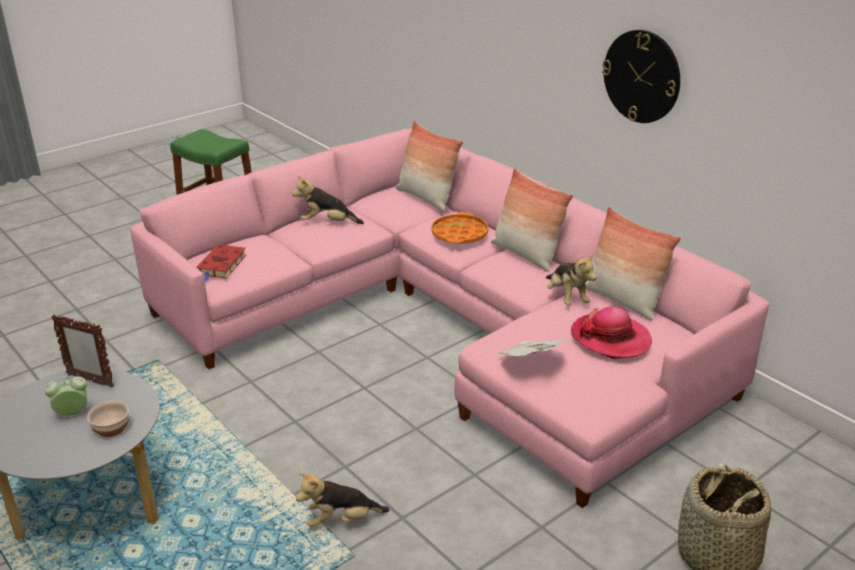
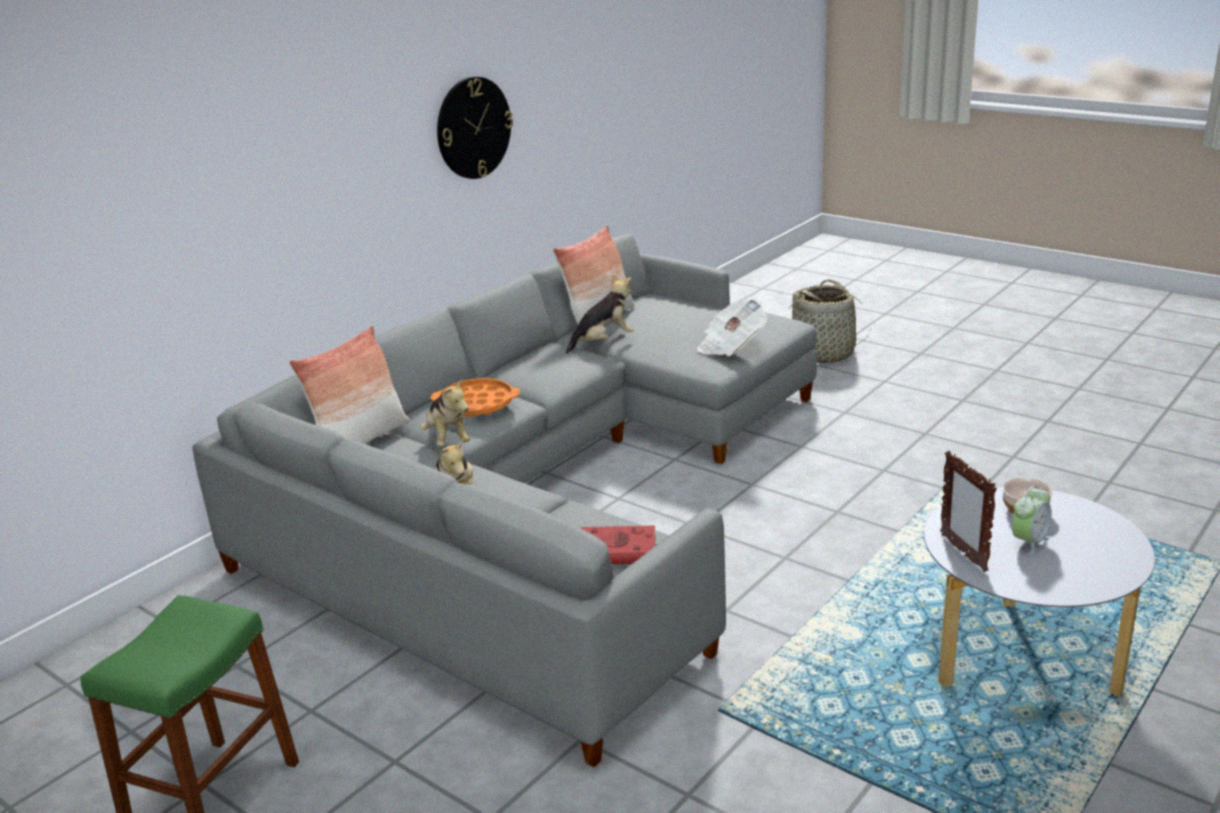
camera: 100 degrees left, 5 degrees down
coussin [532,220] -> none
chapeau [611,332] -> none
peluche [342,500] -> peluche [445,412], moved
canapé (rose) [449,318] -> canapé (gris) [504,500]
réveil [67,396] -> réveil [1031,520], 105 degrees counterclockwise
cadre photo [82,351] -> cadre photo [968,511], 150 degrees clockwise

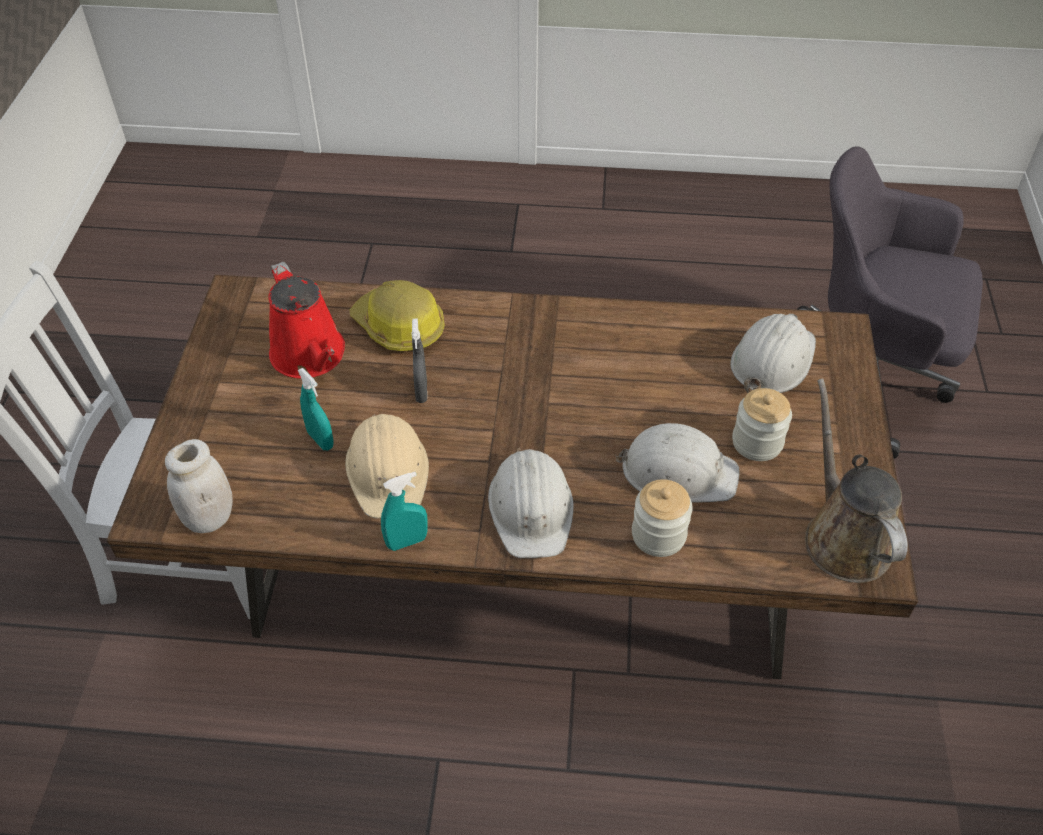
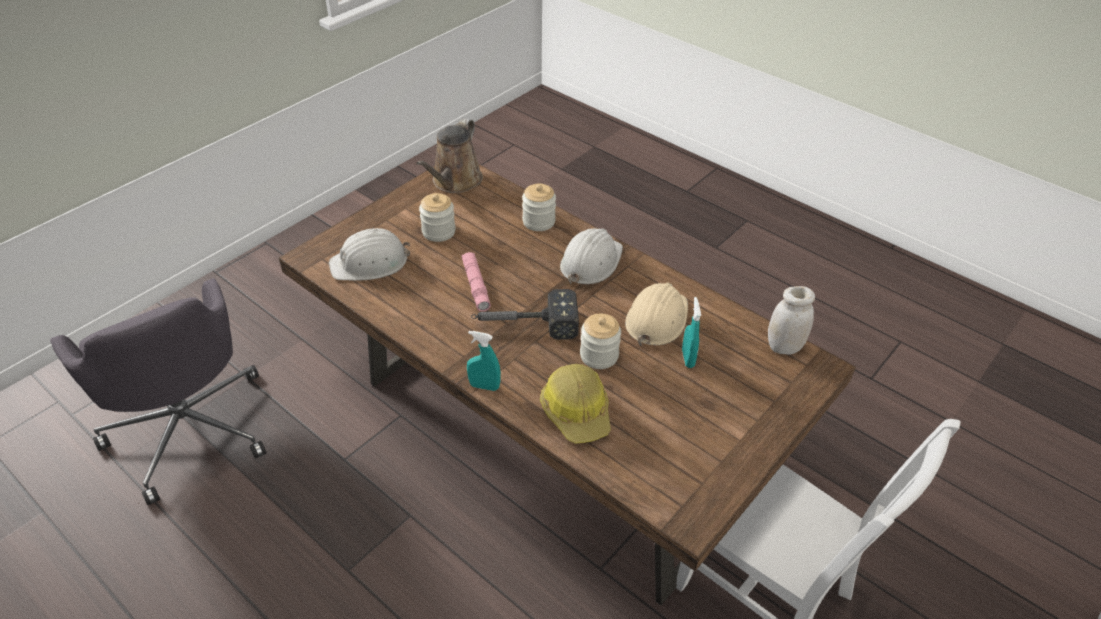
camera: 145 degrees left, 5 degrees down
arrosoir (rouge) [307,320] -> none
casque de chantier (blanc) [677,463] -> none
none -> lampe de poche (rose) [476,282]
none -> marteau [525,314]
vaporisateur (turquoise) [404,511] -> vaporisateur (turquoise) [484,361], moved
vaporisateur (gris) [419,360] -> bocal [600,341]

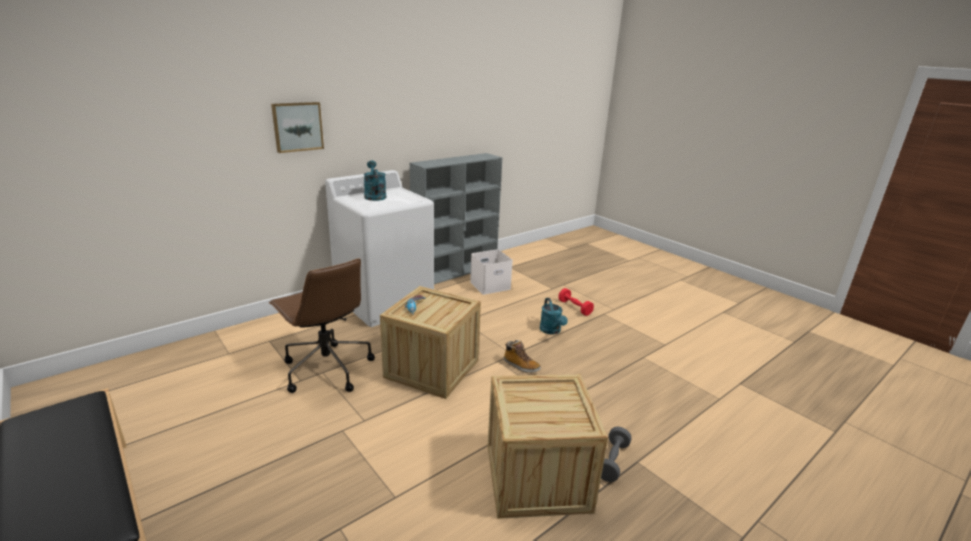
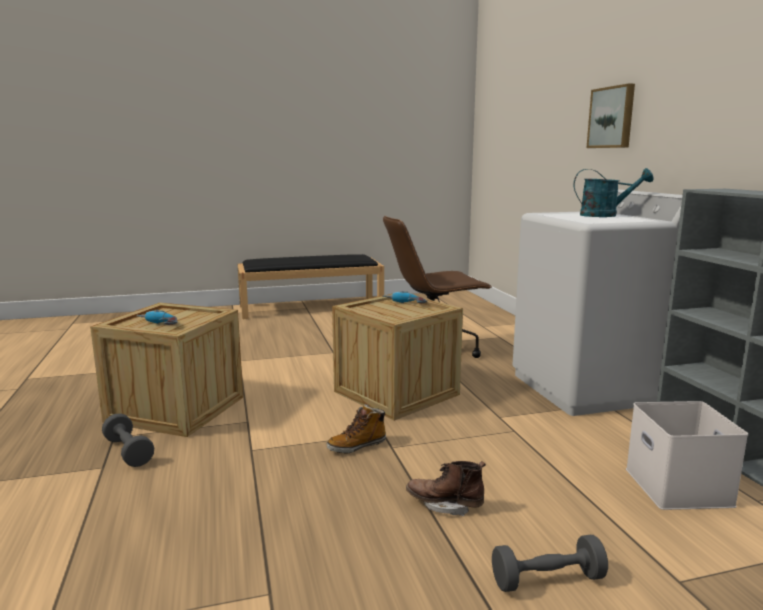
camera: 115 degrees right, 10 degrees down
none -> perceuse [156,317]
arrosoir (turquoise) [554,316] -> botte (marron) [446,488]
haltère (rouge) [576,302] -> haltère (gris) [550,563]

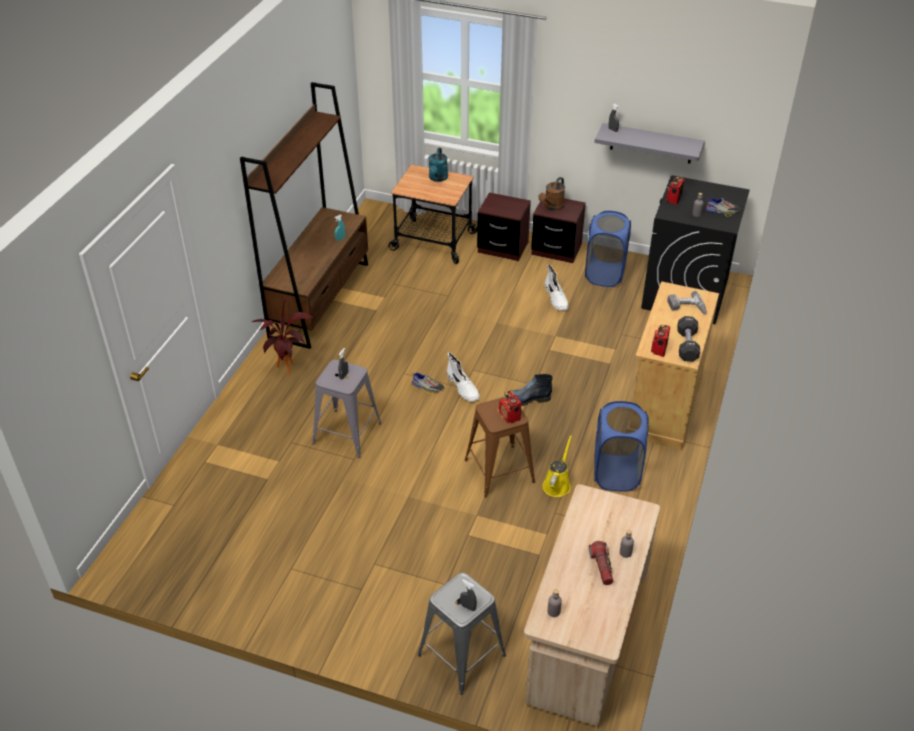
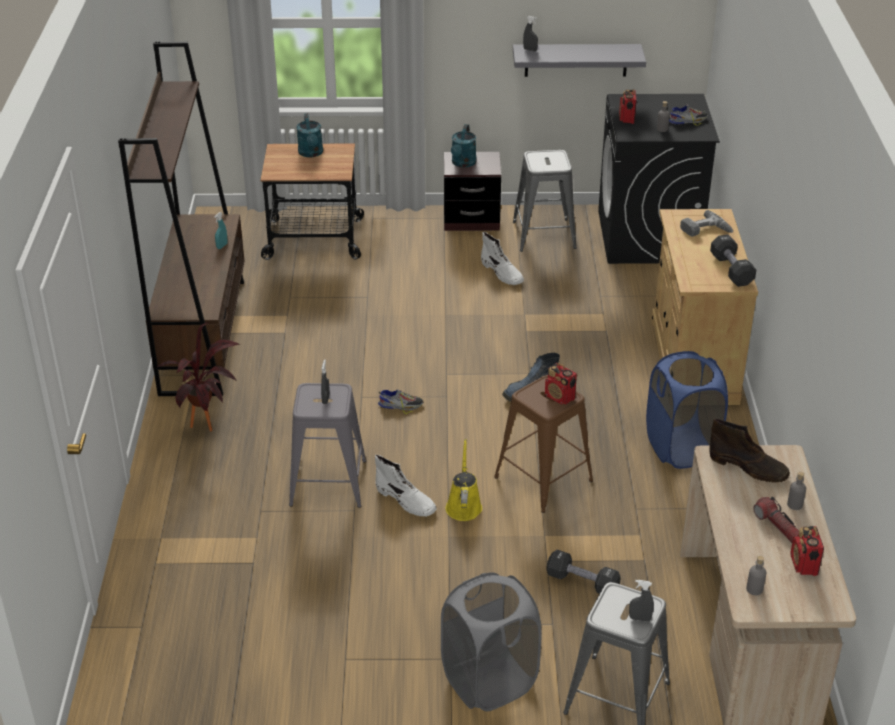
camera: 20 degrees left, 5 degrees down
table de chevet (marron) [504,226] -> none
none -> panier à linge (gris) [491,641]
none -> haltère (noir) [583,572]
none -> botte (marron) [749,450]
botte (blanc) [463,377] -> botte (blanc) [406,486], moved
arrosoir (jaune) [557,466] -> arrosoir (jaune) [464,480], moved
radio [660,341] -> radio [807,551], moved
panier à linge (bleu) [608,249] -> tabouret (gris) [545,201]
arrosoir (marron) [551,194] -> arrosoir (turquoise) [464,145]

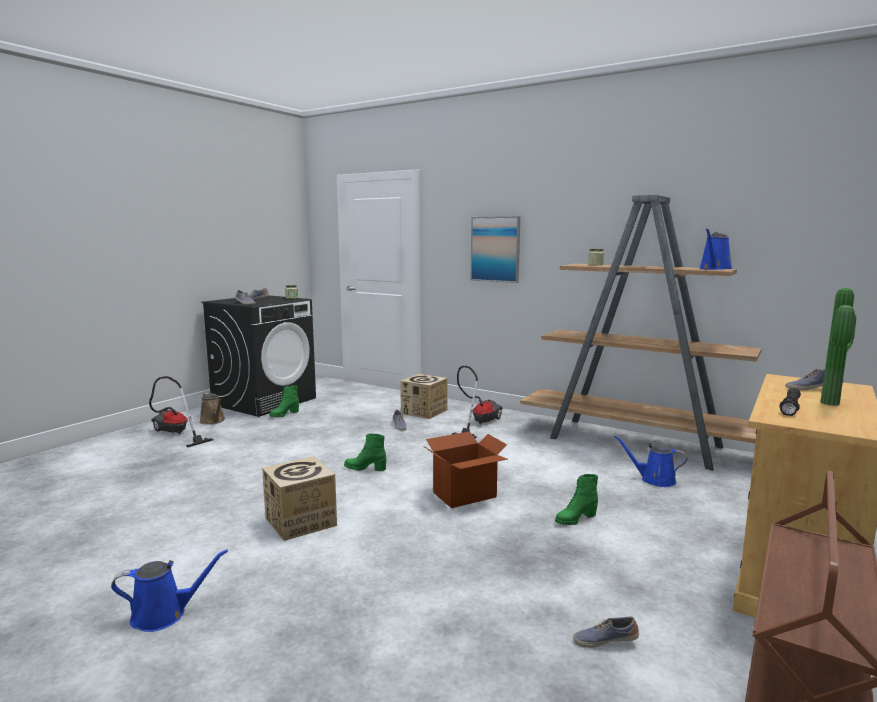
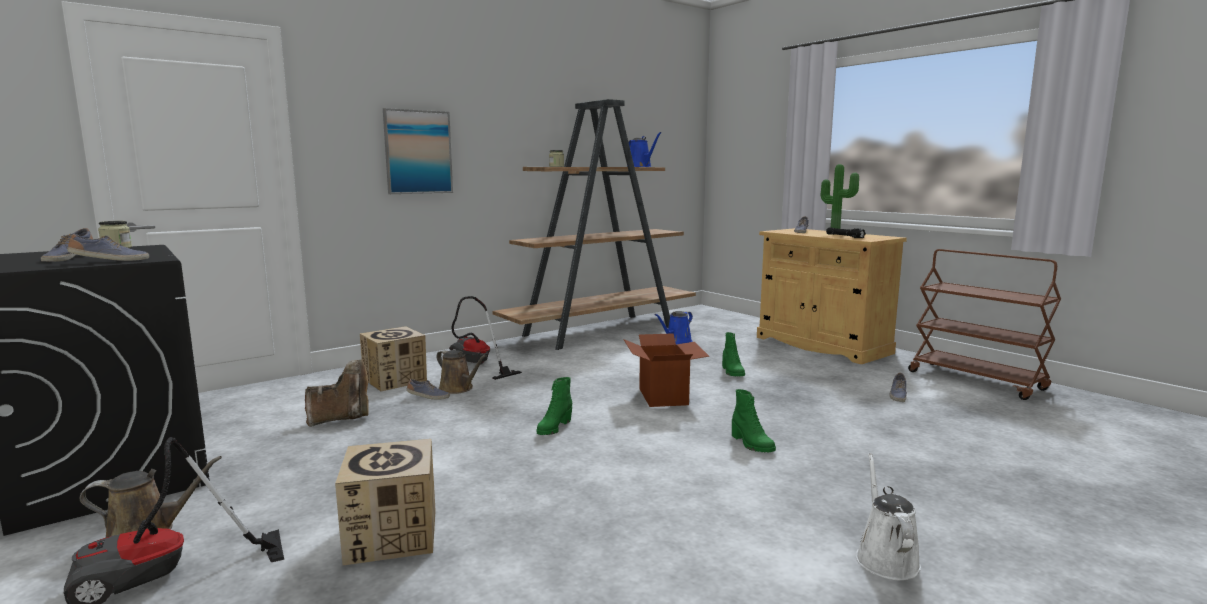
camera: 70 degrees left, 0 degrees up
none -> botte (marron) [336,393]
none -> arrosoir (marron) [462,372]
carton [299,499] -> carton [385,502], moved
botte (vert) [284,401] -> botte (vert) [754,421], moved
arrosoir (bleu) [169,590] -> arrosoir (blanc) [888,516]

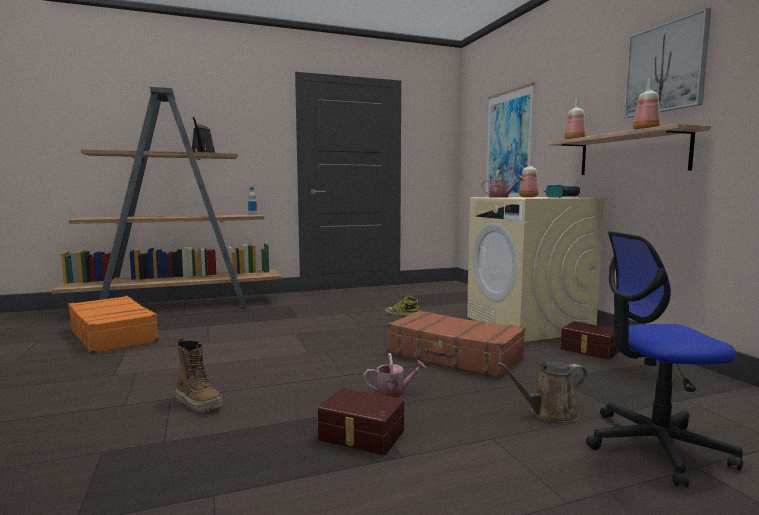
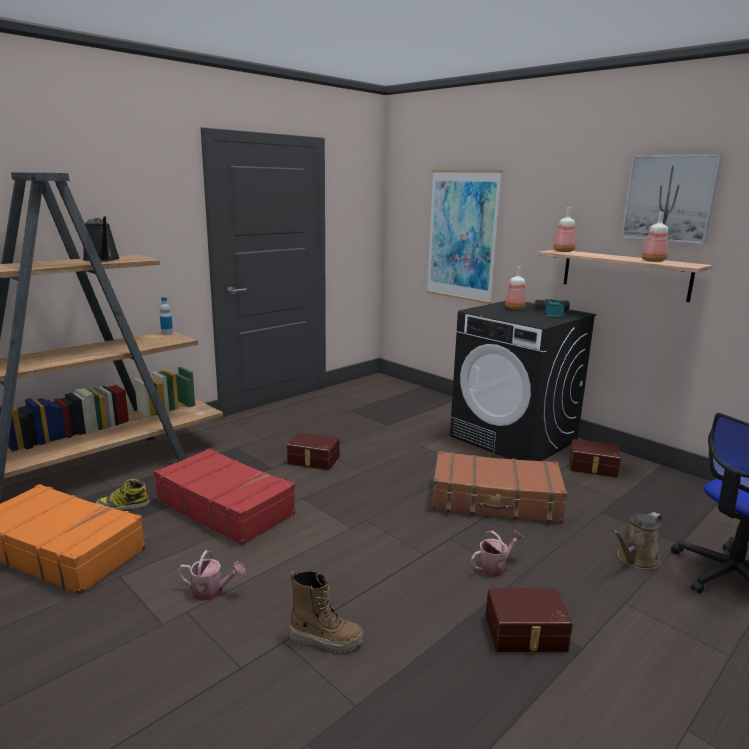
camera: 25 degrees left, 10 degrees up
none -> valise (rouge) [224,496]
none -> boîte de rangement (marron) [313,451]
botte [402,306] -> botte [123,494], moved
arrosoir [503,184] -> arrosoir [211,575], moved
lave-linge (beige) [537,269] -> lave-linge (noir) [523,381]

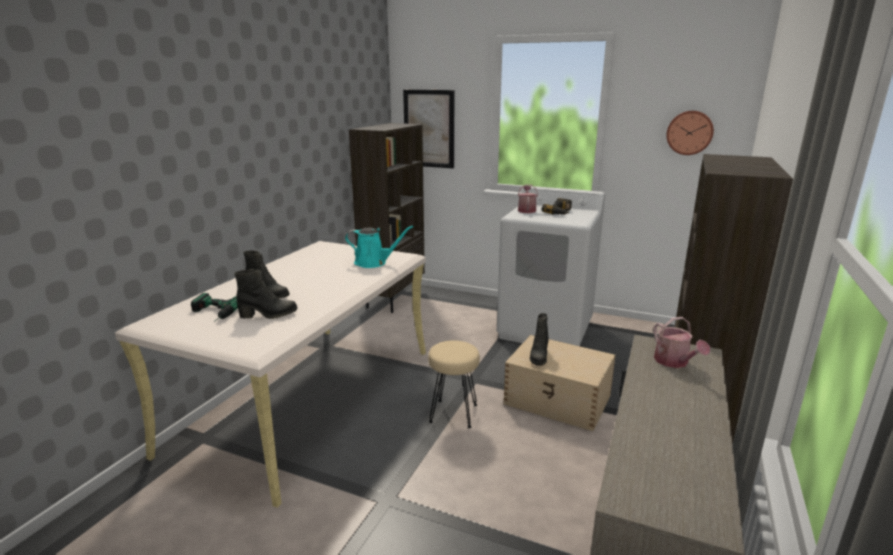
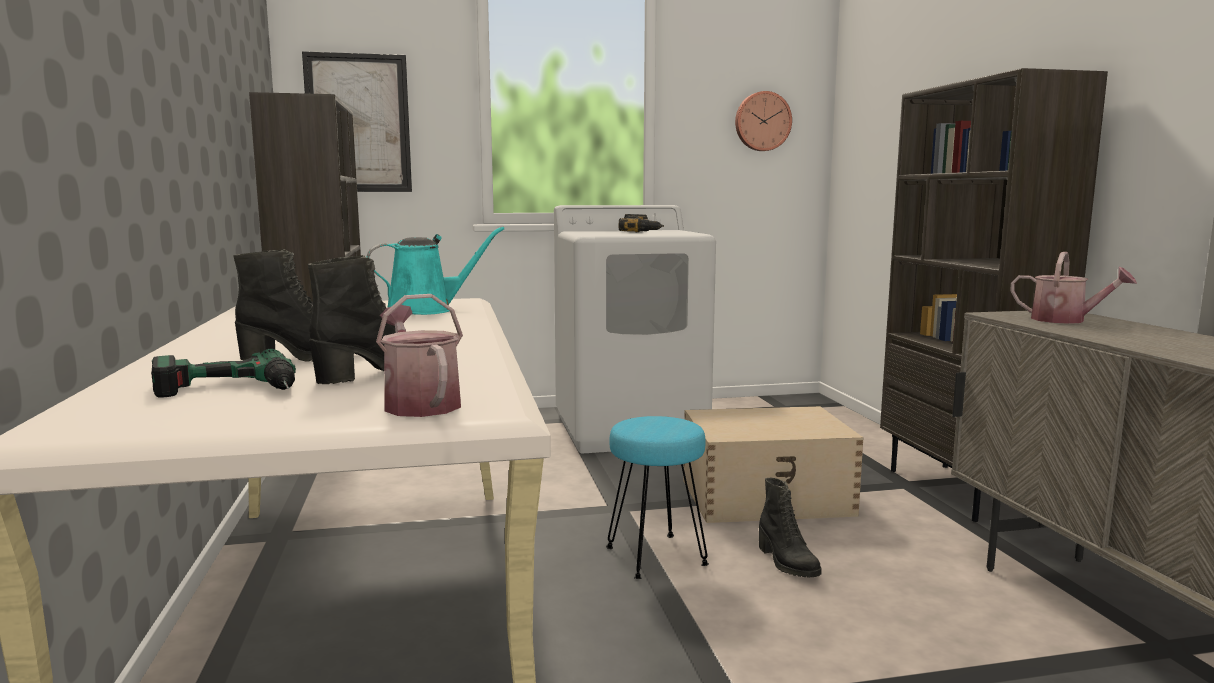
camera: 35 degrees left, 10 degrees down
arrosoir [528,198] -> arrosoir [419,355], moved
botte (noir) [539,339] -> botte (noir) [790,528], moved
tabouret (beige) [454,384] -> tabouret (turquoise) [657,497]

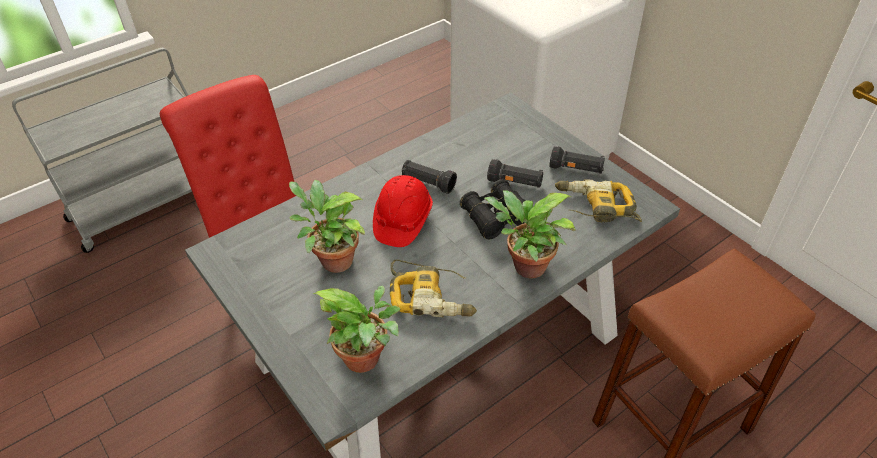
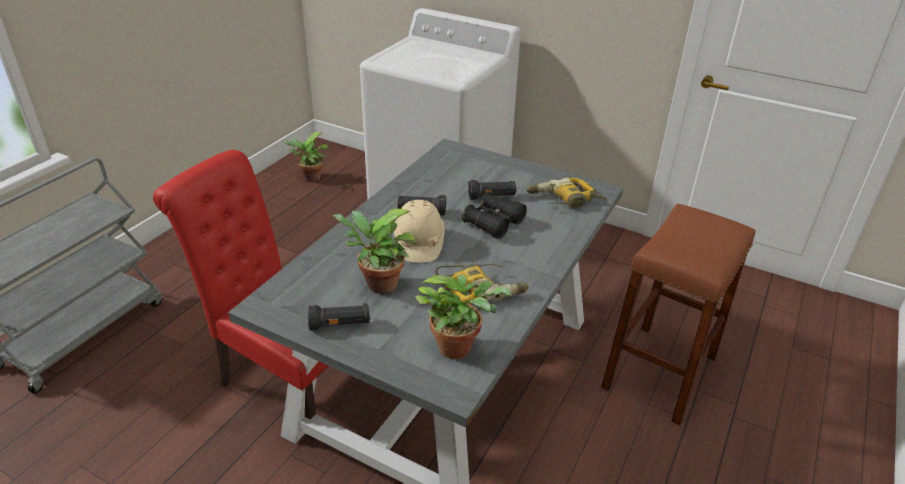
camera: 25 degrees left, 10 degrees down
plante en pot [530,234] -> plante en pot [305,157], moved
lampe de poche (noir) [577,160] -> lampe de poche (noir) [339,317], moved
casque de chantier (rouge) [403,211] -> casque de chantier (beige) [419,231]

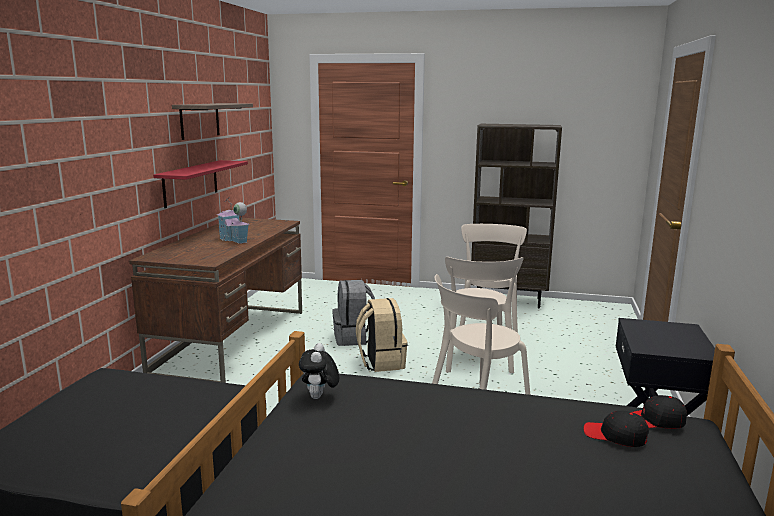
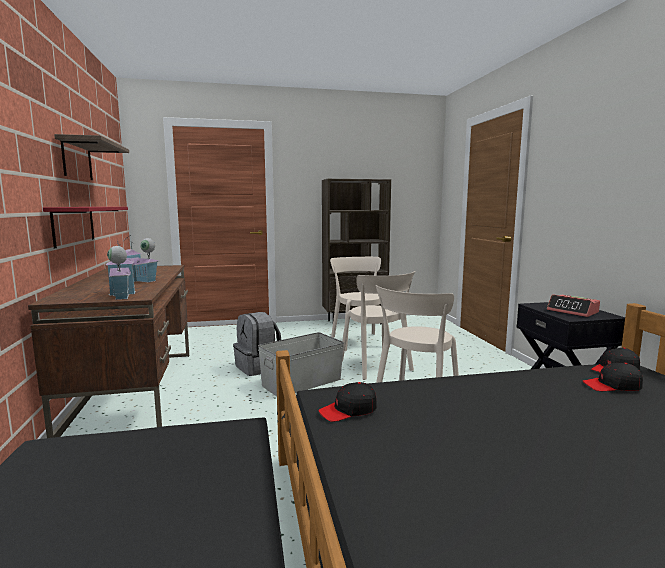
camera: 25 degrees left, 5 degrees down
none -> maison miniature [120,270]
none -> réveil [573,305]
peluche [319,371] -> casquette (noir) [348,402]
sac à dos (beige) [381,335] -> boîte de rangement (gris) [301,364]

